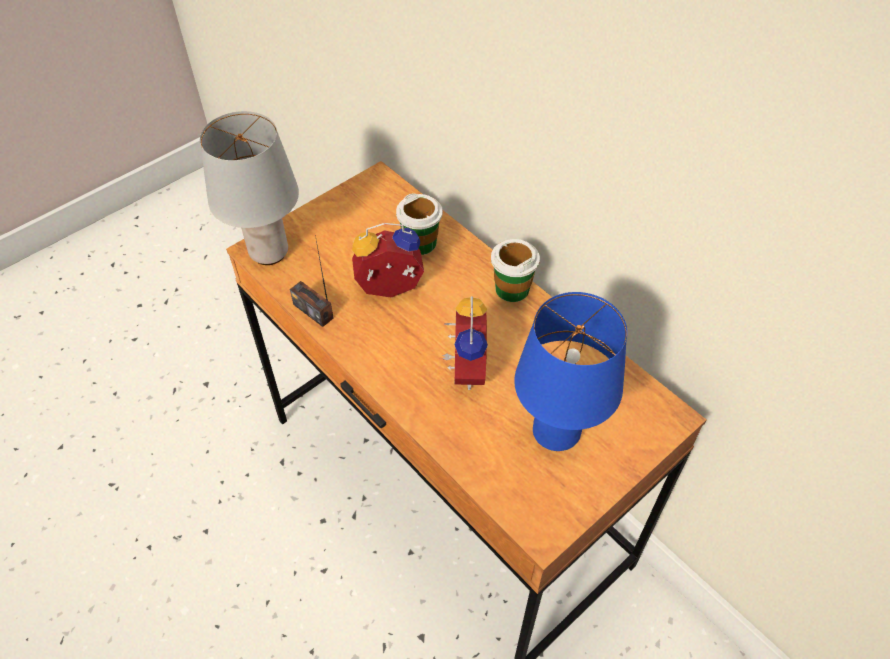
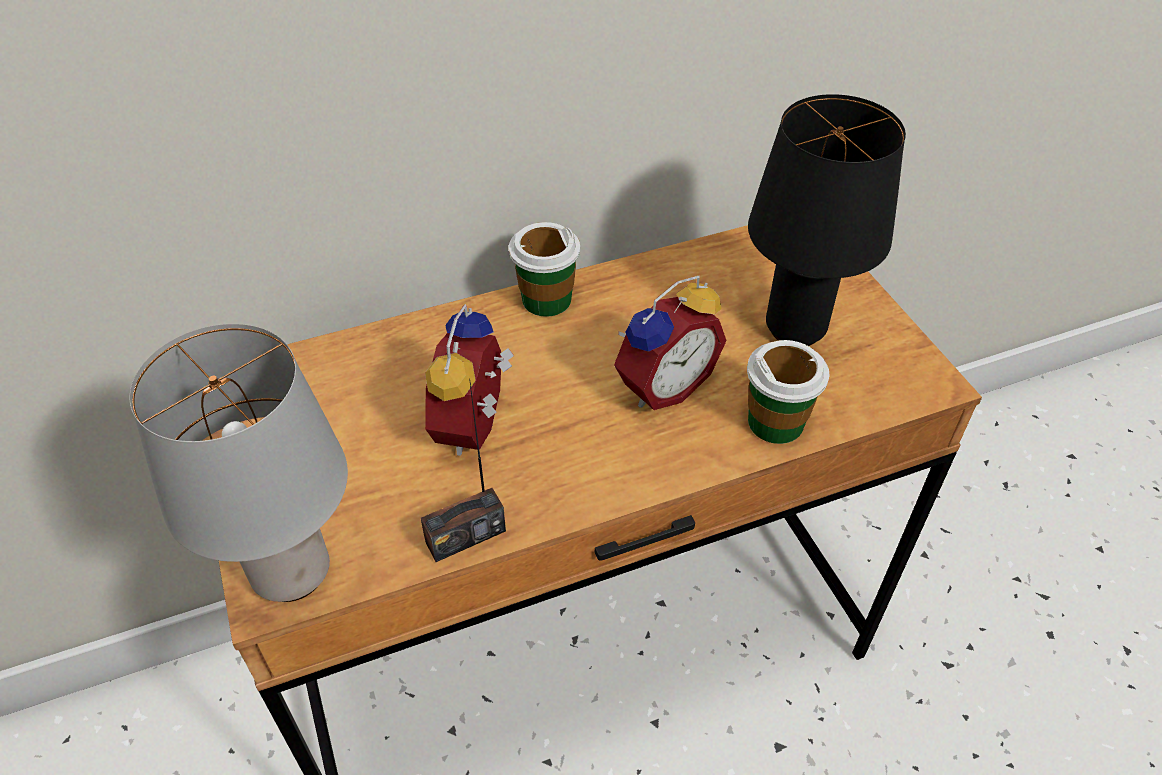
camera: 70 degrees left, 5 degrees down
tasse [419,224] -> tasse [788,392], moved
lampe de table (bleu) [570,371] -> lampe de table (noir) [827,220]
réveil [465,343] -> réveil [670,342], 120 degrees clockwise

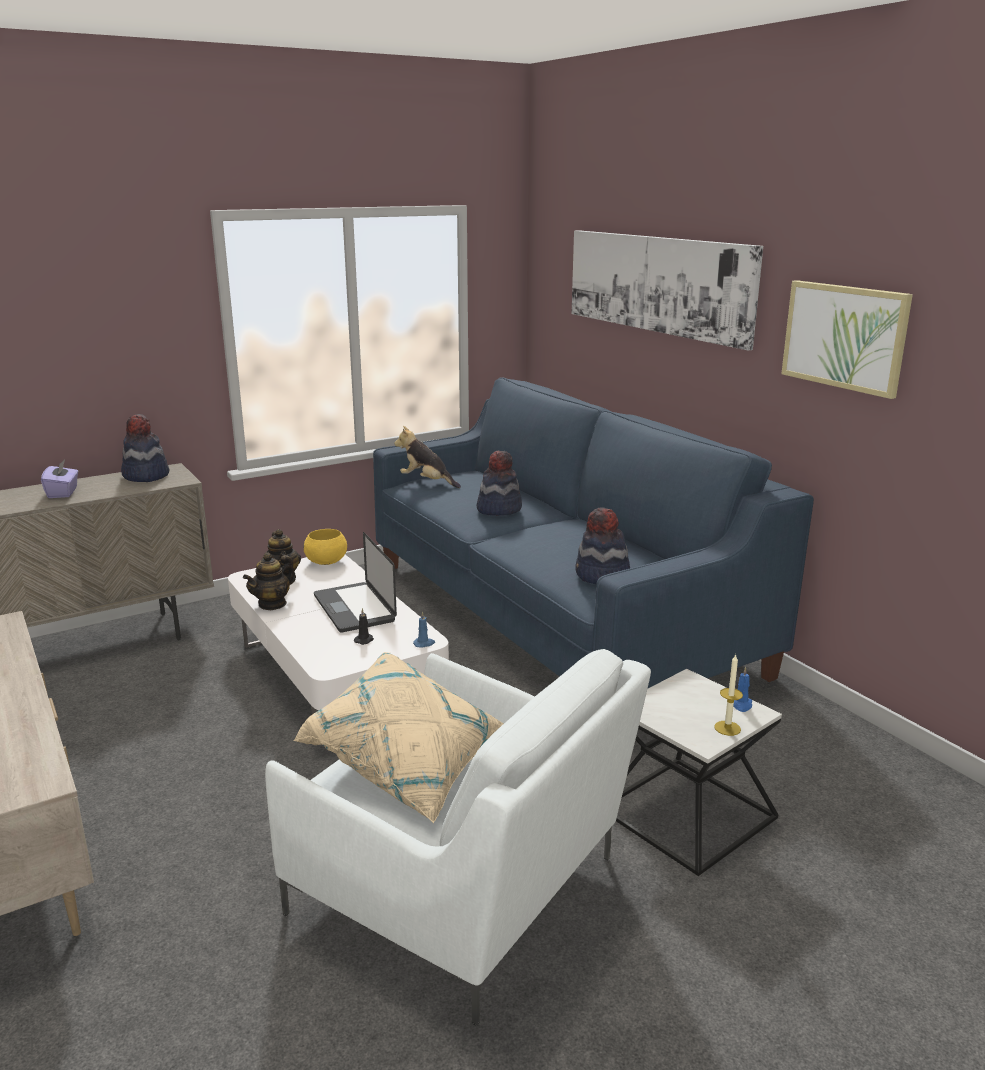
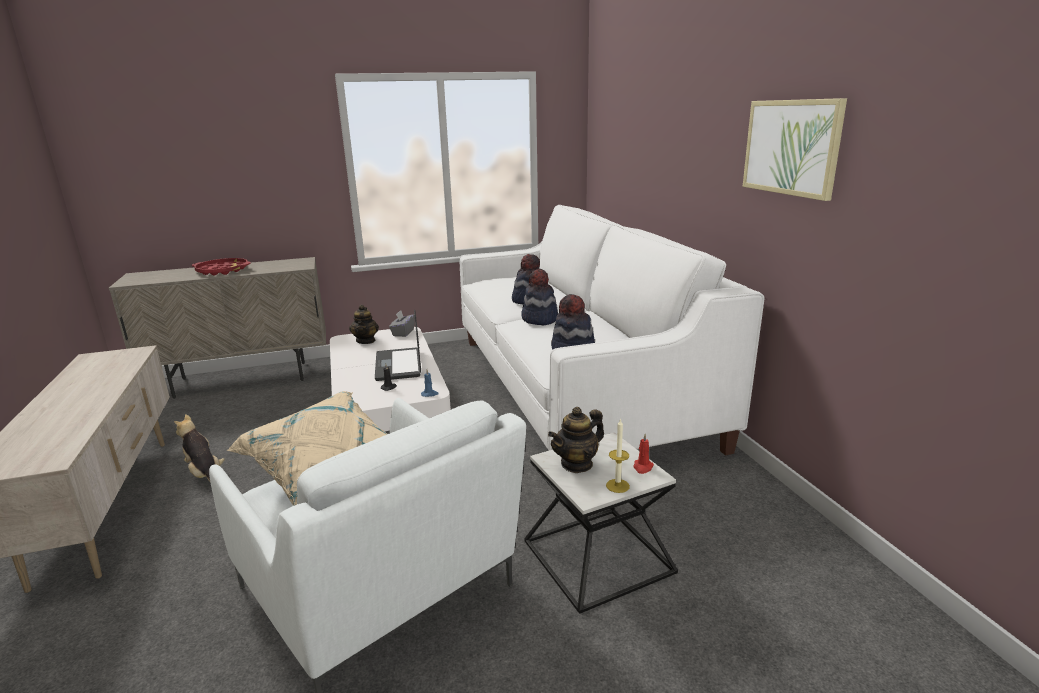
camera: 15 degrees right, 0 degrees up
tableau [667,290] -> none
chapeau [145,448] -> chapeau [539,297], moved
théière [269,581] -> théière [576,440], moved
peluche [427,457] -> peluche [199,448], moved
boîte à mouchoirs (violet) [59,478] -> plateau (rouge) [221,266]
bol (jaune) [325,547] -> boîte à mouchoirs (gris) [402,323]
canapé (bleu) [593,532] -> canapé (blanc) [612,330]
bougie (bleu) [742,689] -> bougie (rouge) [643,454]

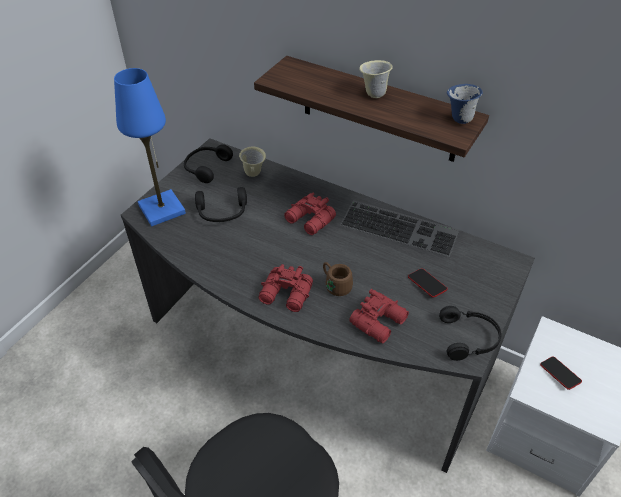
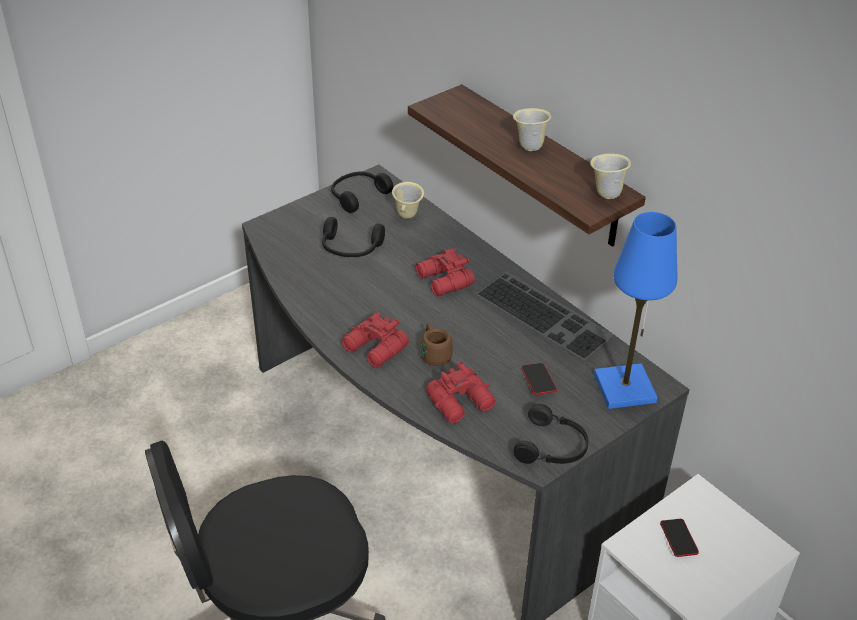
camera: 20 degrees right, 5 degrees down
lampe de table (bleu) [150,147] -> lampe de table (bleu) [635,310], moved
mug (bleu) [465,104] -> mug (beige) [610,176]

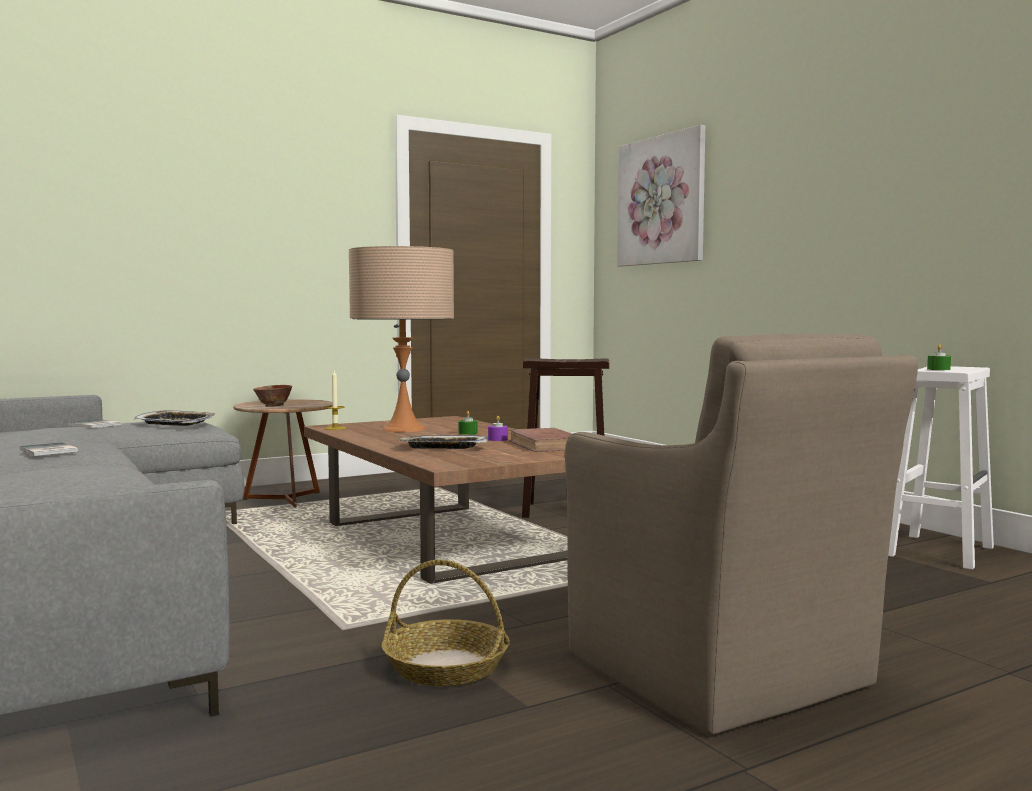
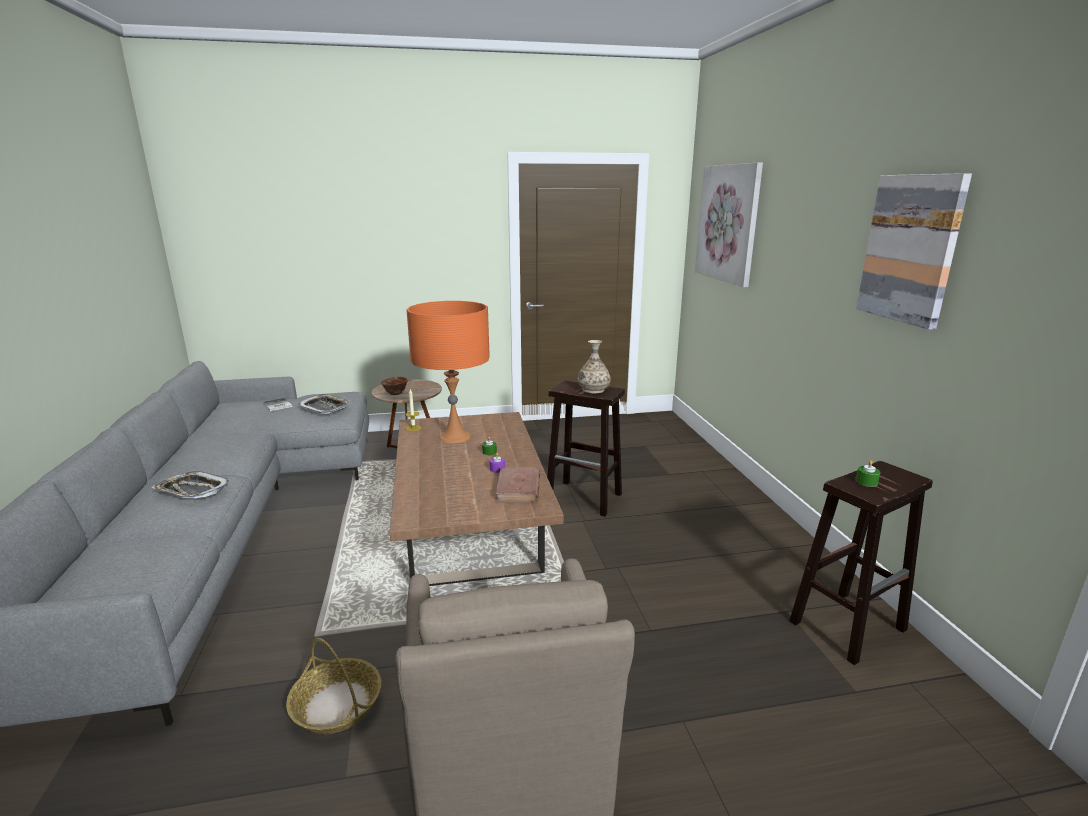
camera: 20 degrees right, 15 degrees up
livre [49,449] -> none
none -> vase [594,366]
none -> tableau [914,251]
plateau [442,442] -> plateau [191,485], moved
lampe de table (beige) [401,339] -> lampe de table (orange) [448,372]
tabouret (blanc) [941,468] -> tabouret (marron) [861,563]

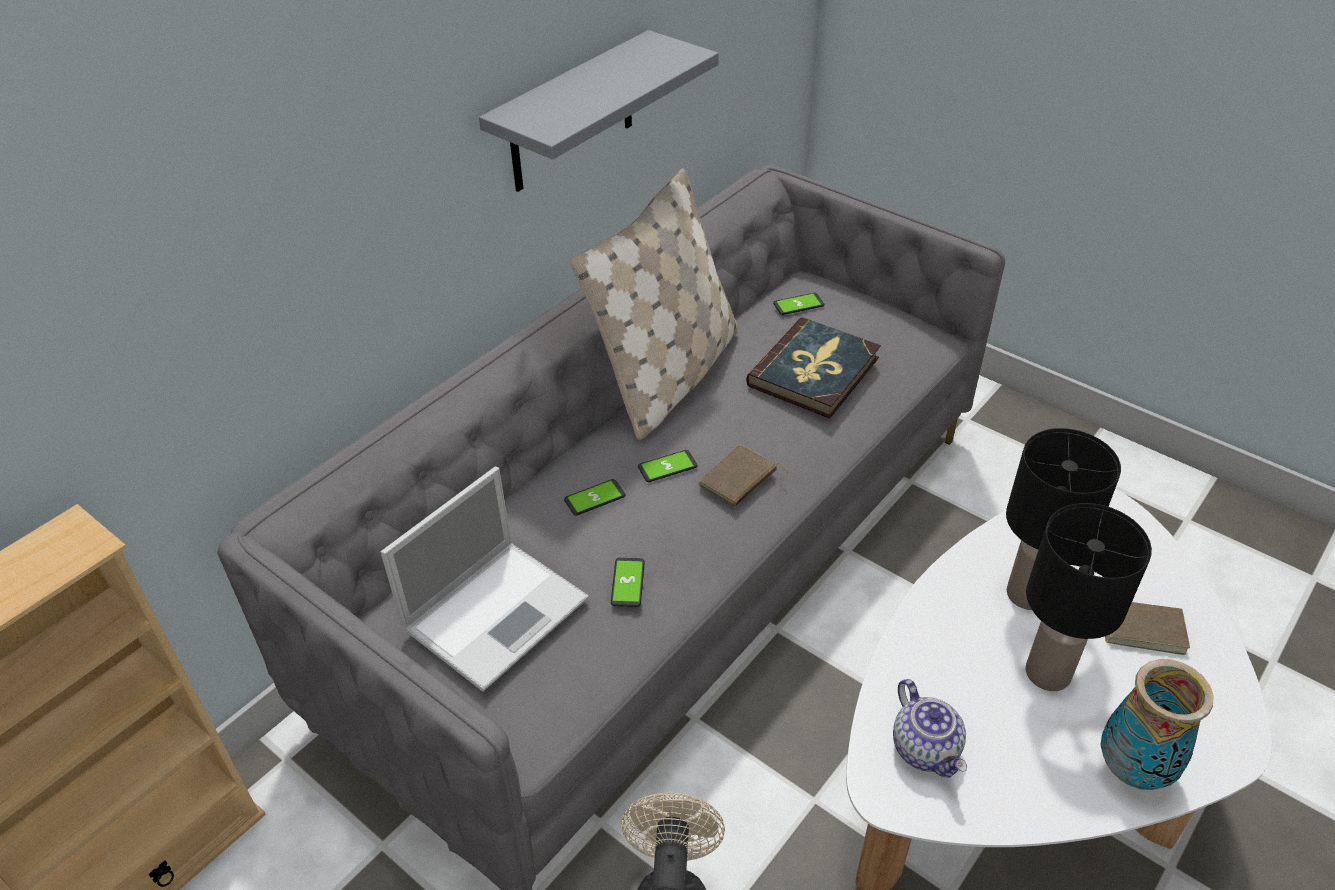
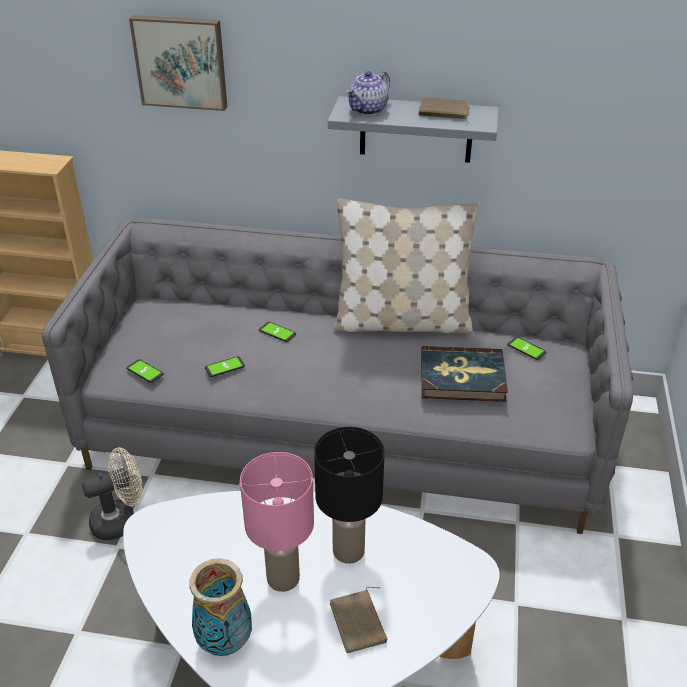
camera: 60 degrees right, 5 degrees down
ordinateur portable [485,579] -> none
none -> tableau [178,63]
téléphone [668,466] -> téléphone [145,371], moved
livre (marron) [743,475] -> livre (marron) [444,108], moved
théière [930,728] -> théière [368,93], moved
lampe de table (noir) [1089,597] -> lampe de table (rose) [277,522]

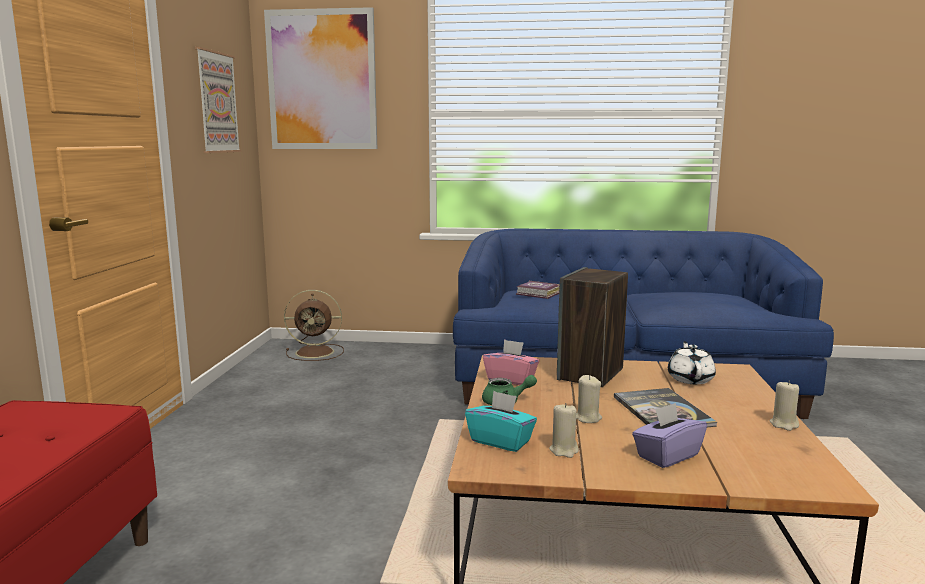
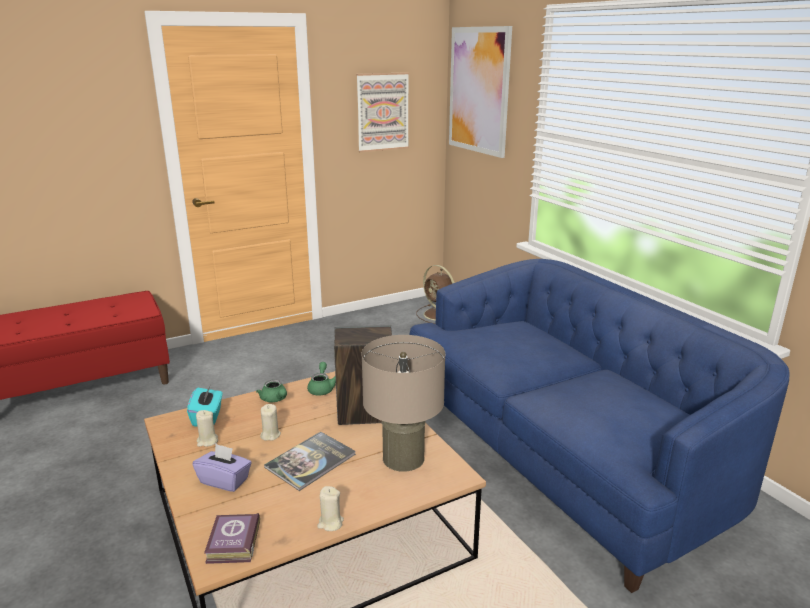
camera: 55 degrees right, 10 degrees up
livre [538,290] -> livre [232,538], moved
boîte à mouchoirs (rose) [511,362] -> théière (vert) [321,378]
théière (blanc) [692,362] -> lampe de table (beige) [403,403]

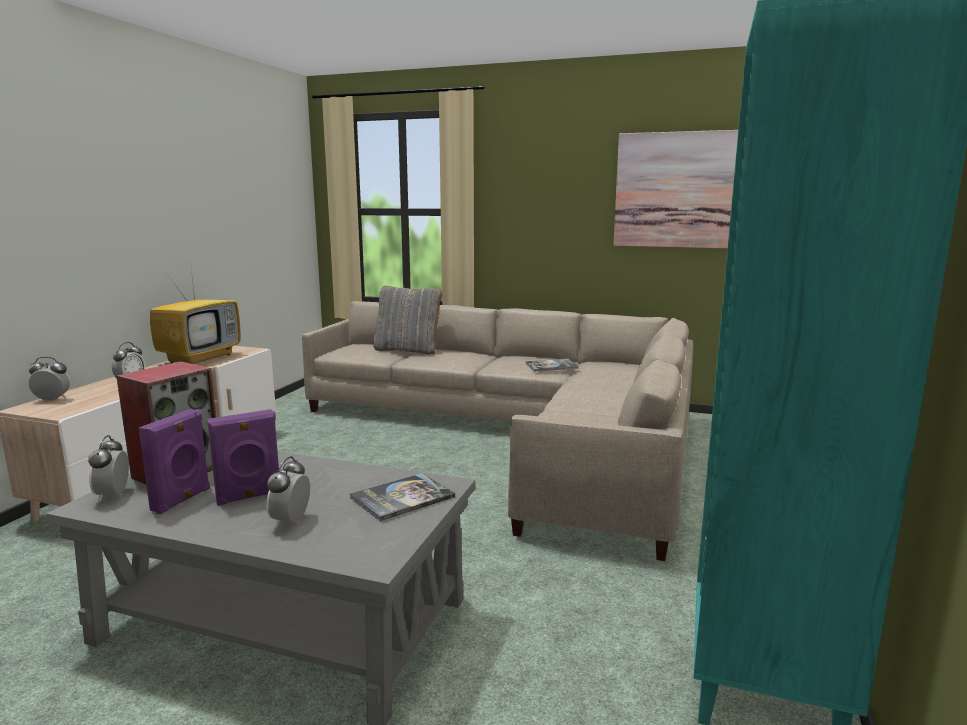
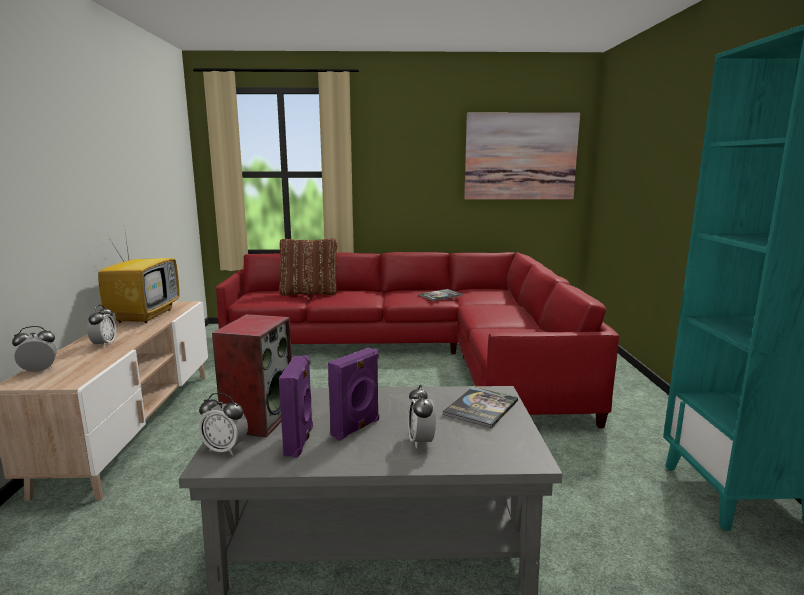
camera: 20 degrees left, 0 degrees up
canapé (beige) [498,431] -> canapé (rouge) [417,340]
coussin (gris) [407,320] -> coussin (marron) [308,267]
réveil [108,468] -> réveil [223,424], 45 degrees counterclockwise

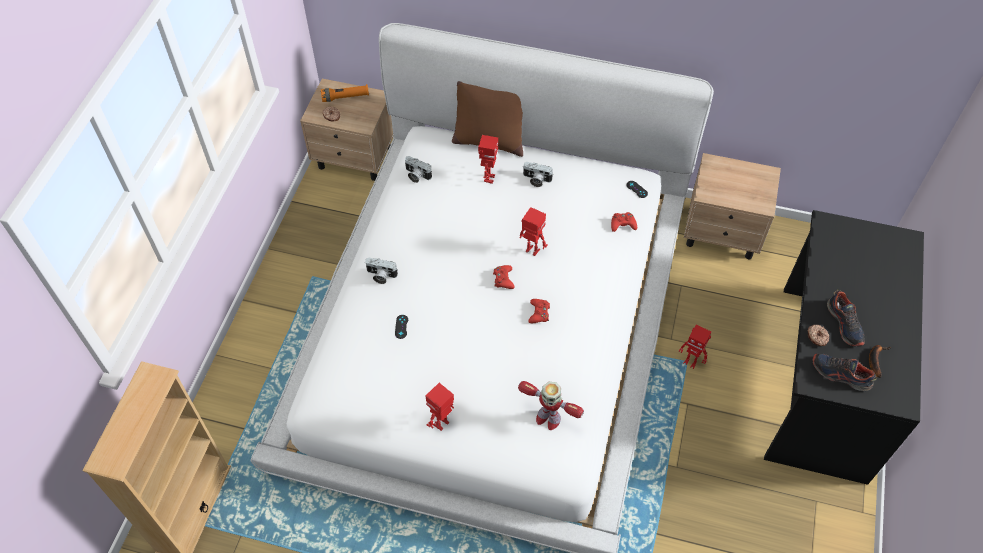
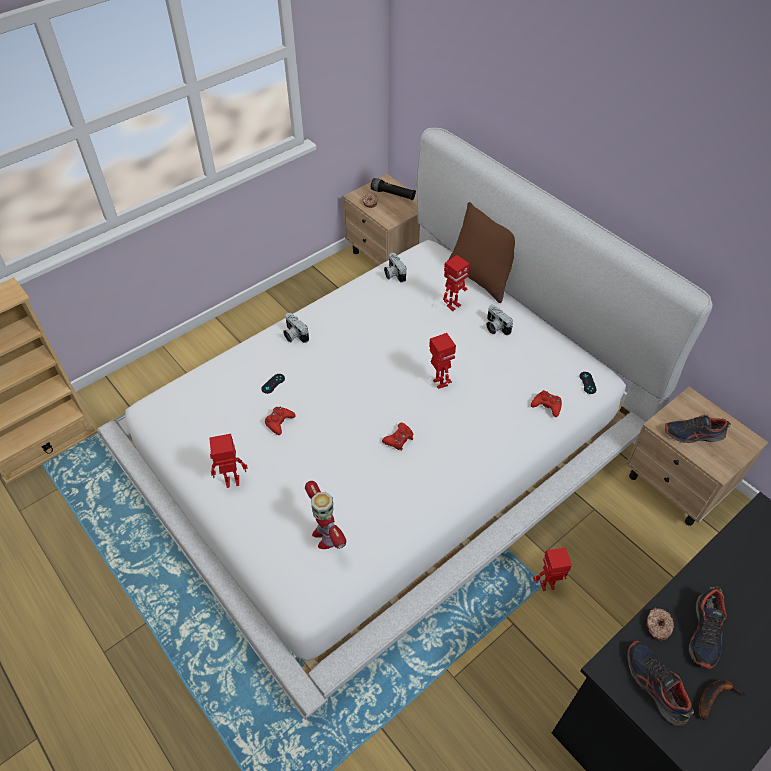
camera: 35 degrees right, 5 degrees down
none -> chaussure [698,429]
manette (rouge) [504,277] -> manette (rouge) [280,421], moved
lampe de poche (orange) [345,93] -> lampe de poche (noir) [393,189]
robot jouet [695,346] -> robot jouet [552,569], 105 degrees clockwise

